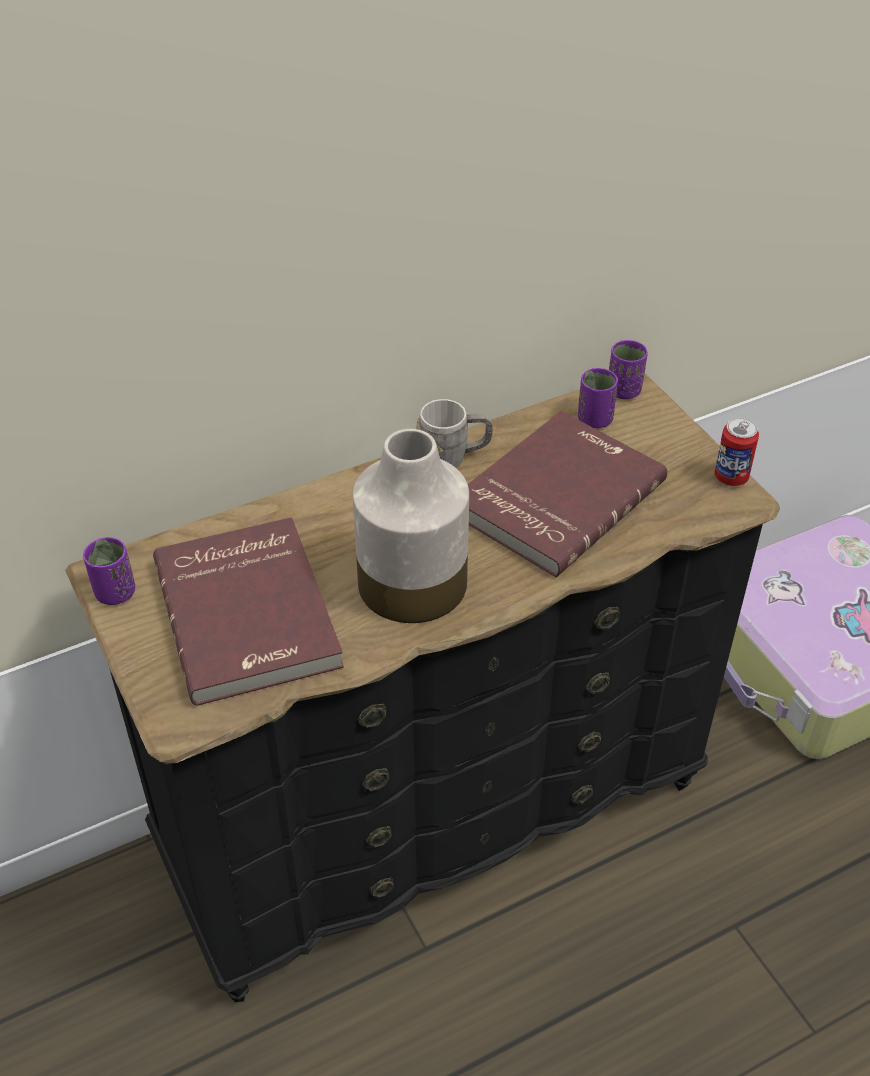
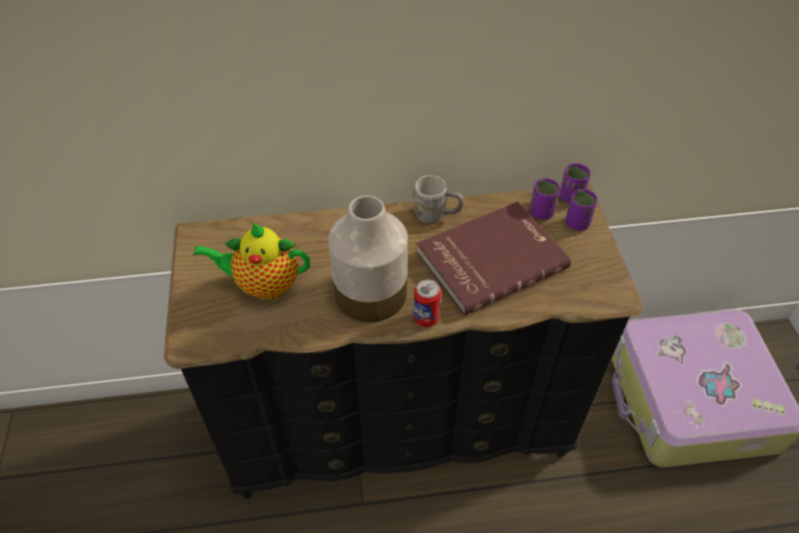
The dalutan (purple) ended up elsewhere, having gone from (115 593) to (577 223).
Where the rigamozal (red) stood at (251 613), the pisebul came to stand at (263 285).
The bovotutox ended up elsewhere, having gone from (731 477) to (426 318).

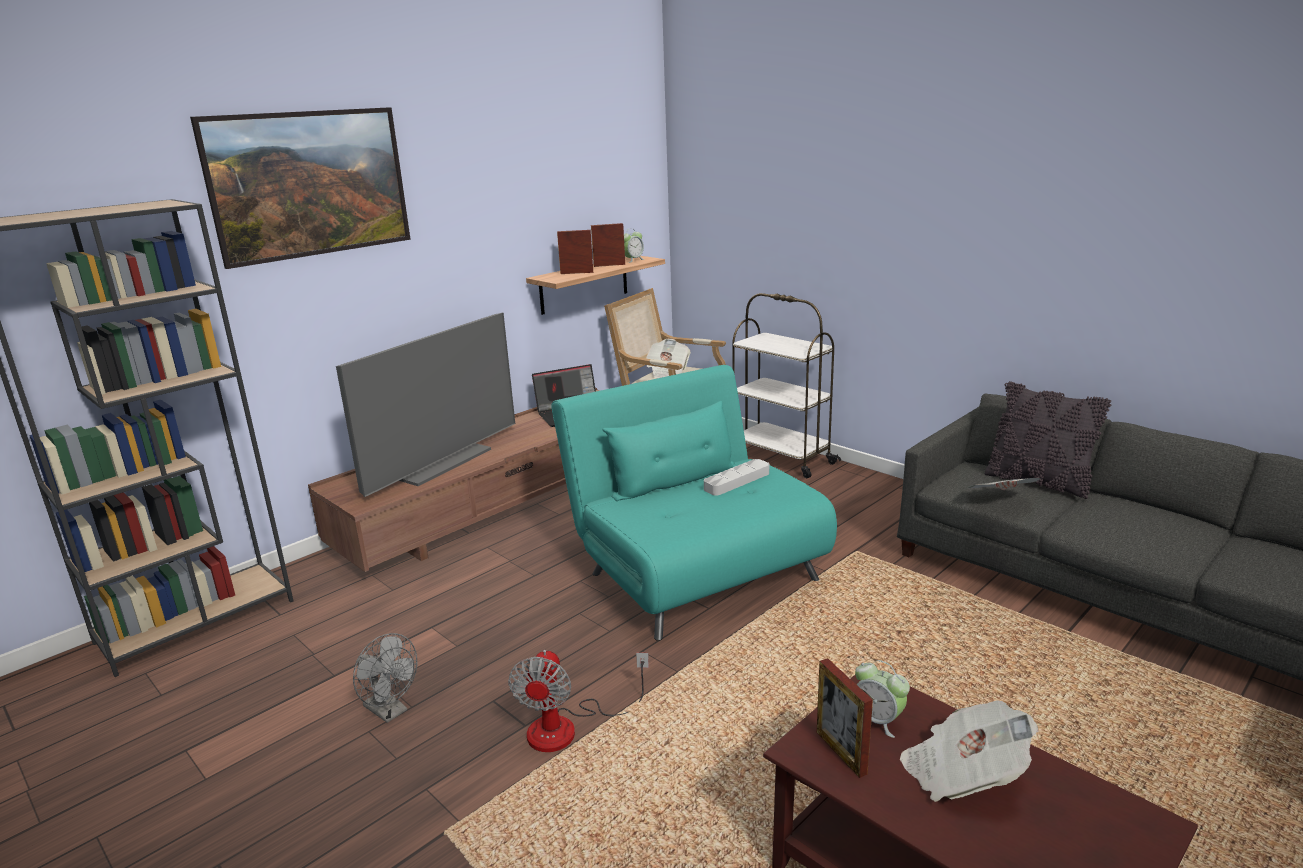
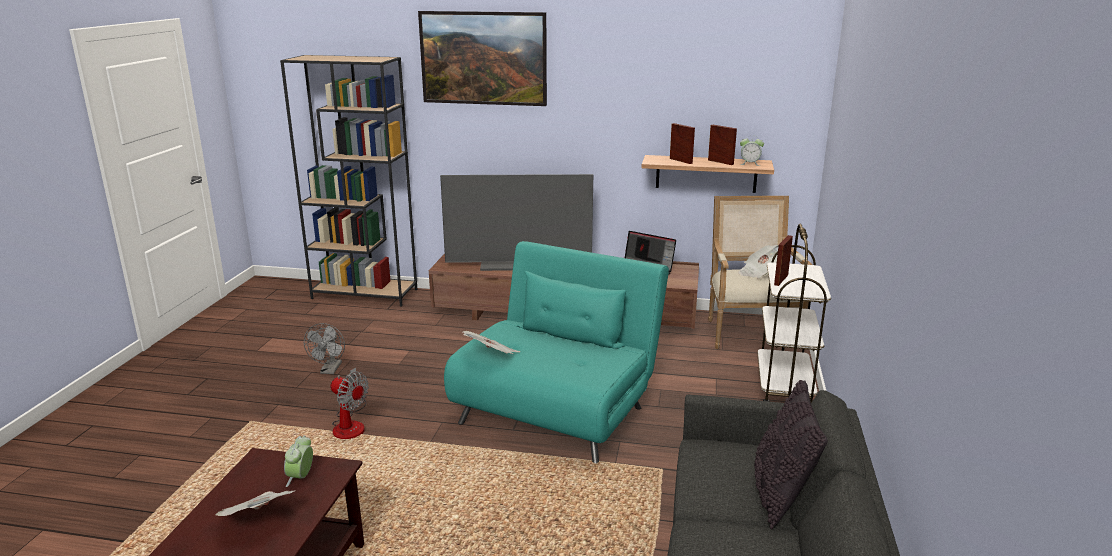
The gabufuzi at (568 727) ended up facing another way, 120 degrees counterclockwise from before.
The second view lost the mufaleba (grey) at (737 481).
The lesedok ended up elsewhere, having gone from (841 752) to (781 280).
The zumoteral ended up elsewhere, having gone from (1000 500) to (492 356).

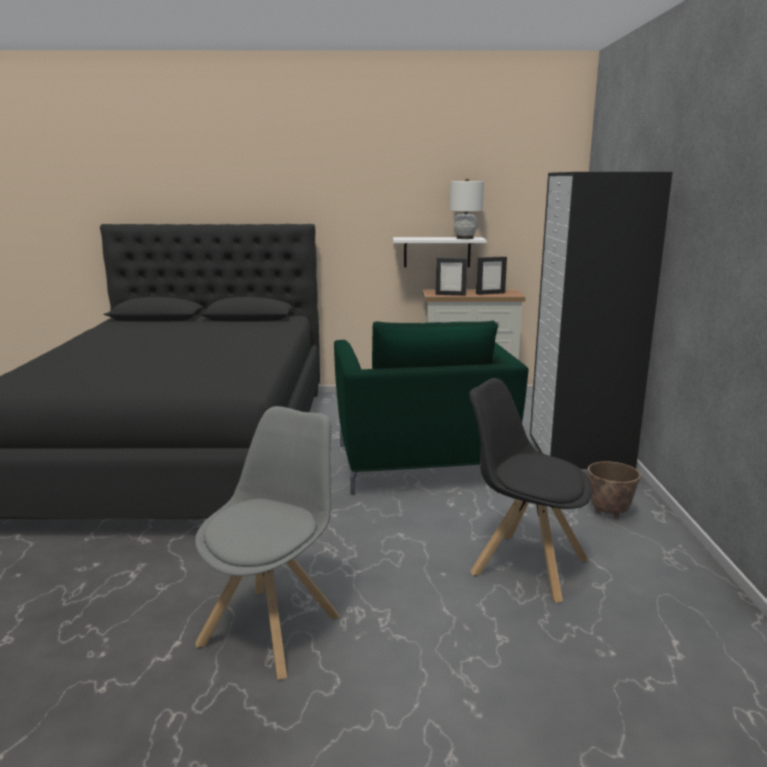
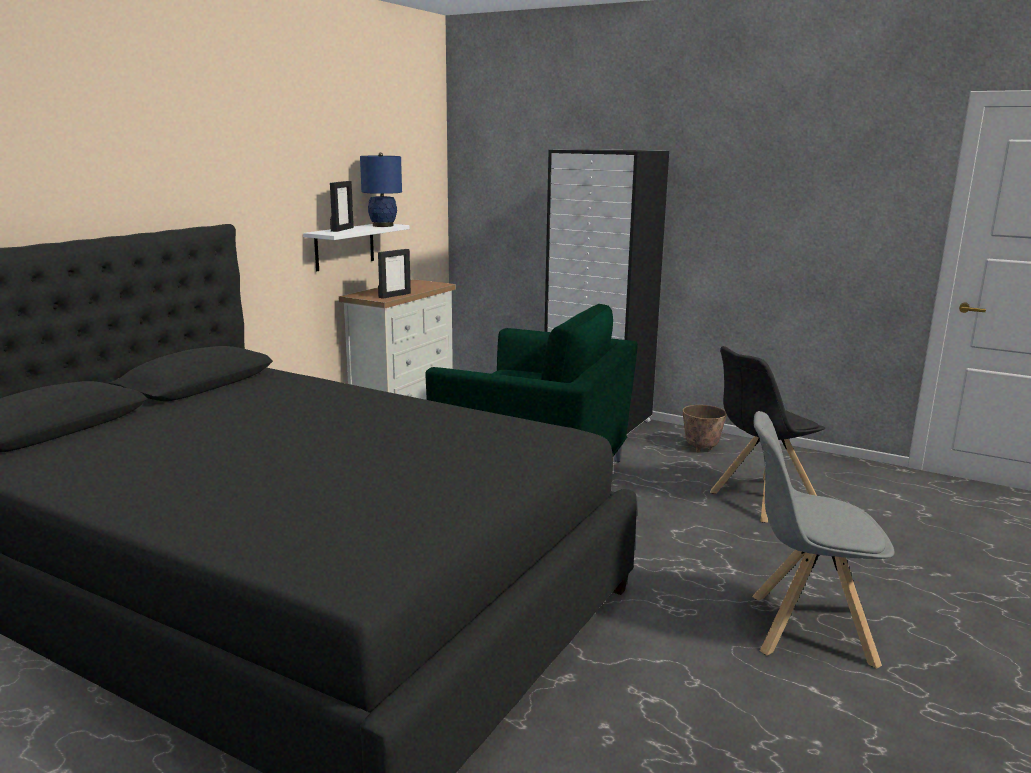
The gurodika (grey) at (273 626) ended up facing another way, 45 degrees counterclockwise from before.
What was the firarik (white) at (465 238) turned into the firarik (blue) at (383 225).
The lesedok ended up elsewhere, having gone from (490 293) to (342 229).

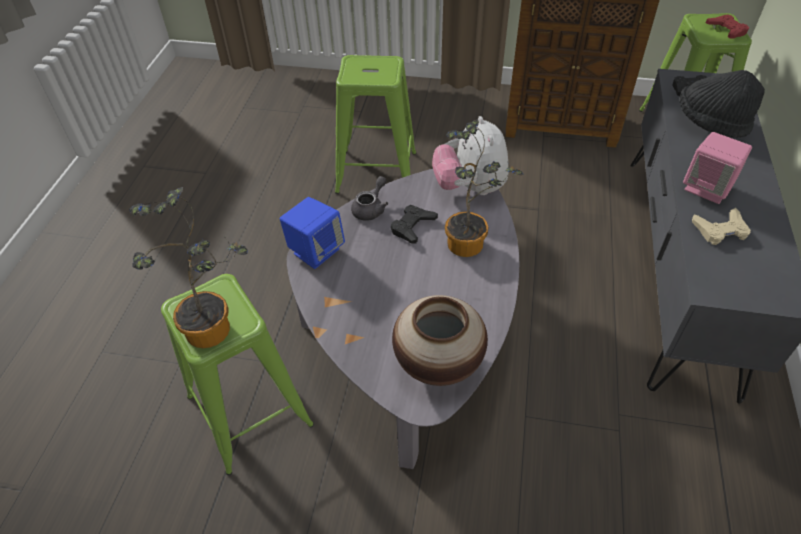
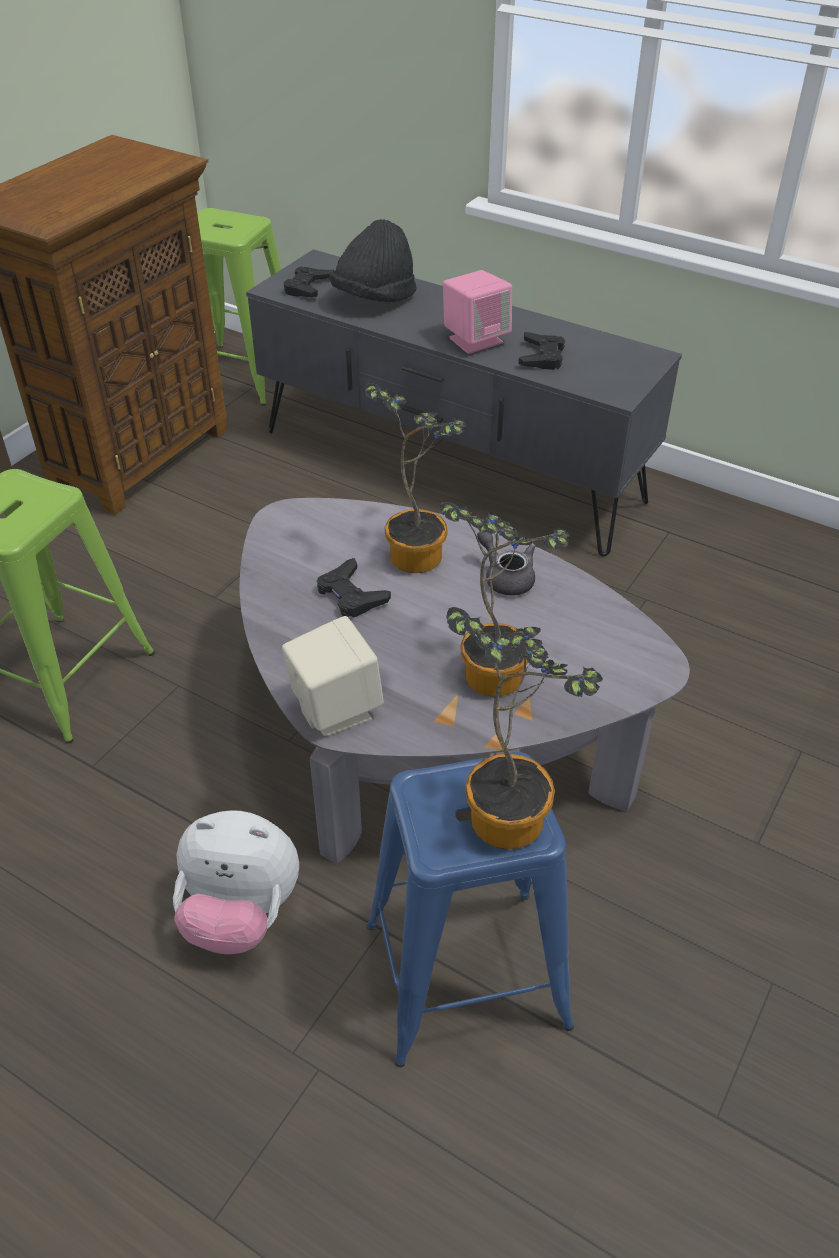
What was the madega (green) at (249 409) turned into the madega (blue) at (464 974).
What was the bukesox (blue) at (316 251) turned into the bukesox (beige) at (335 709).
The pisebul (grey) ended up elsewhere, having gone from (371 208) to (506 577).
The second view lost the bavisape at (438 363).
The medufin ended up elsewhere, having gone from (470 187) to (240 914).
What was the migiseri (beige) at (720 230) turned into the migiseri (black) at (541 356).
The second view lost the migiseri (red) at (726 30).
The second view gained the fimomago at (493 669).

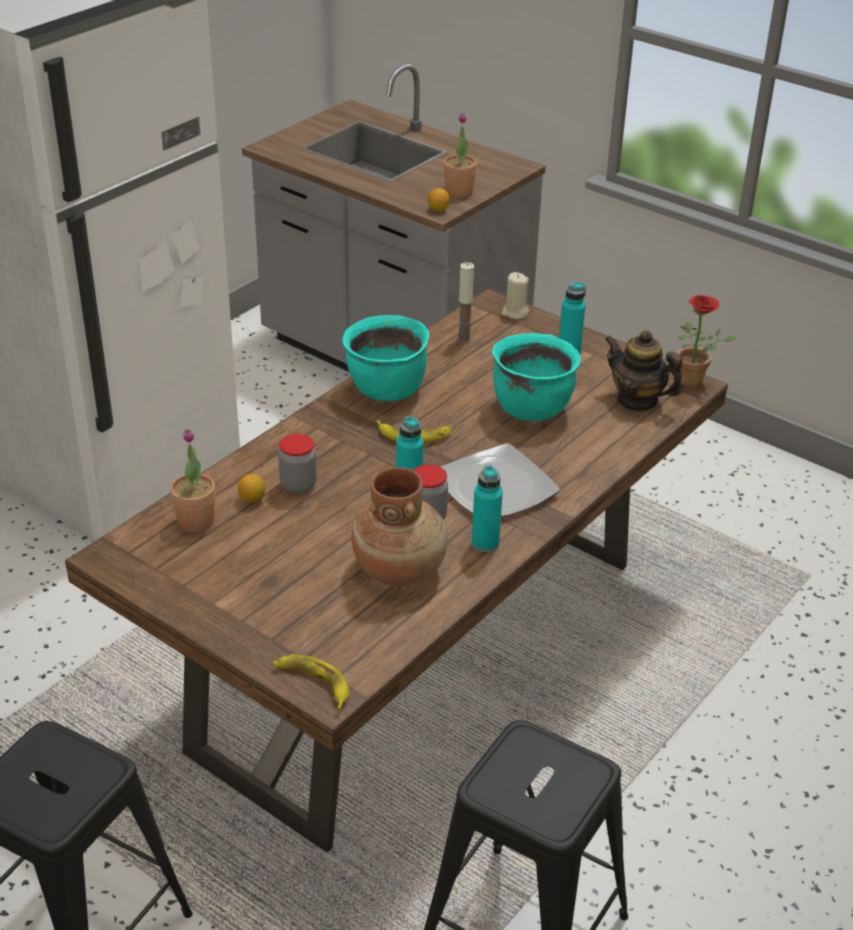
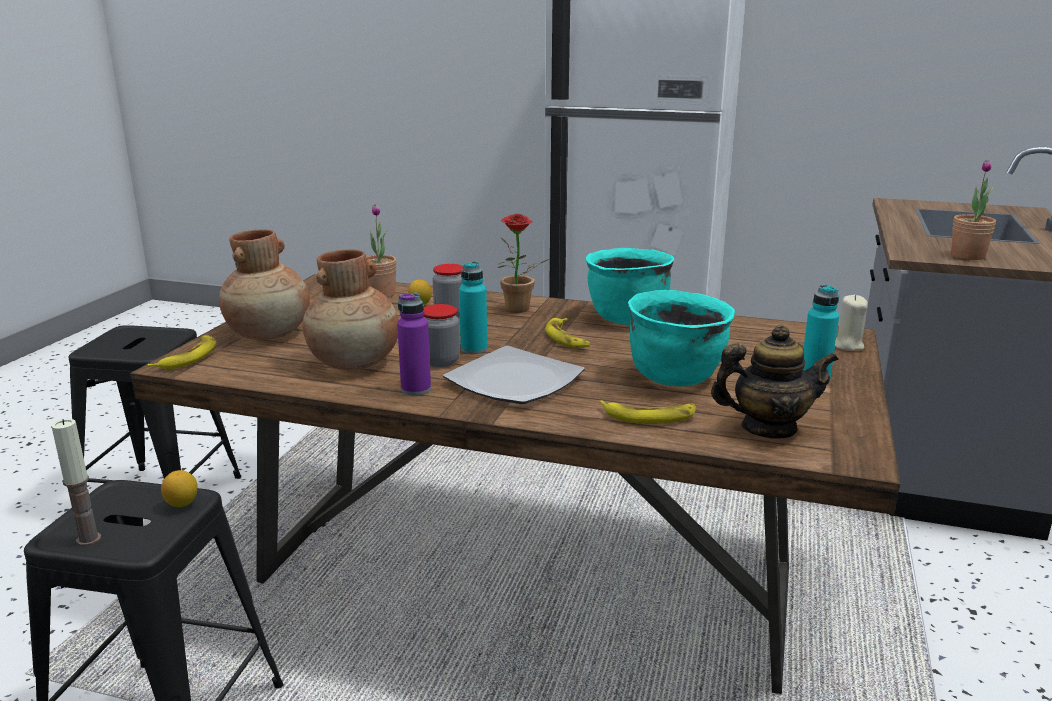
The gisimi ended up elsewhere, having gone from (438 210) to (182 503).
The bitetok ended up elsewhere, having gone from (464 339) to (88 539).
What was the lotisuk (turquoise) at (485 543) turned into the lotisuk (purple) at (416 389).
The pisebul at (637 400) ended up facing another way, 75 degrees clockwise from before.
The fimomago ended up elsewhere, having gone from (695 381) to (518 310).
The second view gained the bavisape (brown) at (270 334).
The second view gained the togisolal at (649 416).

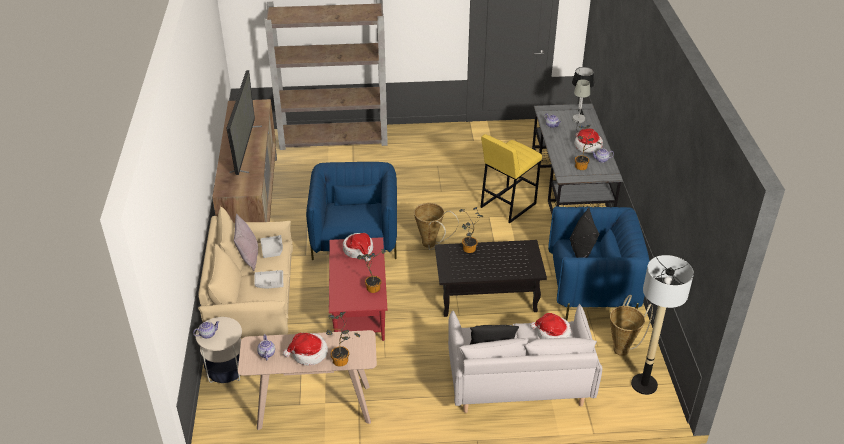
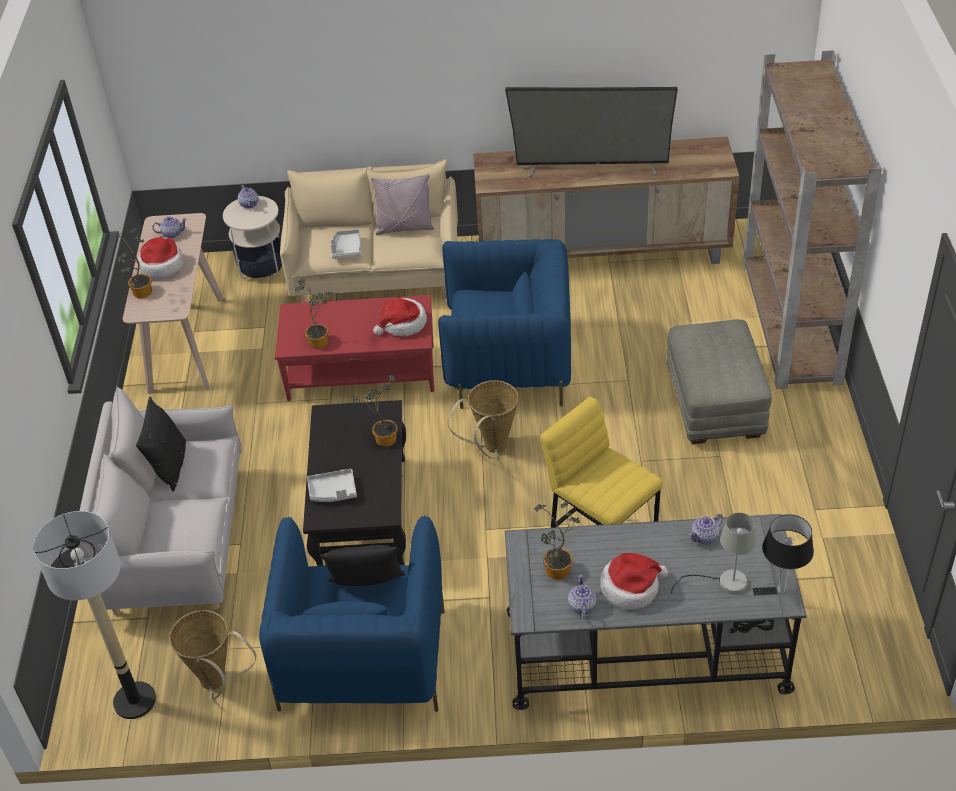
The mufaleba (grey) ended up elsewhere, having gone from (272 249) to (333 491).
The second view lost the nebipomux at (552 334).
The second view gained the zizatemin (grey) at (715 404).

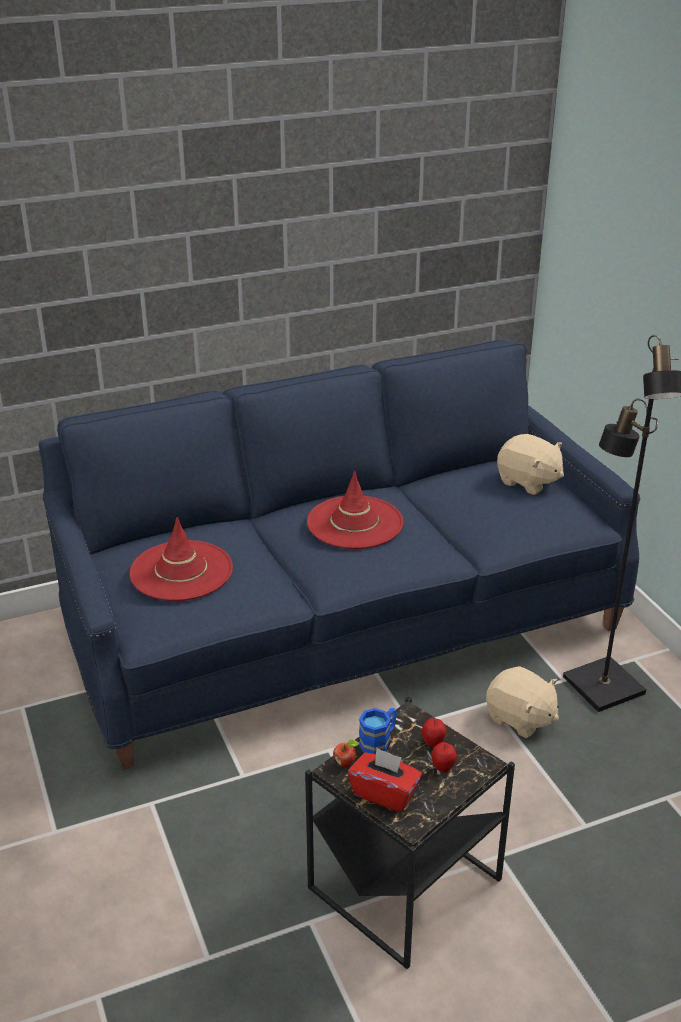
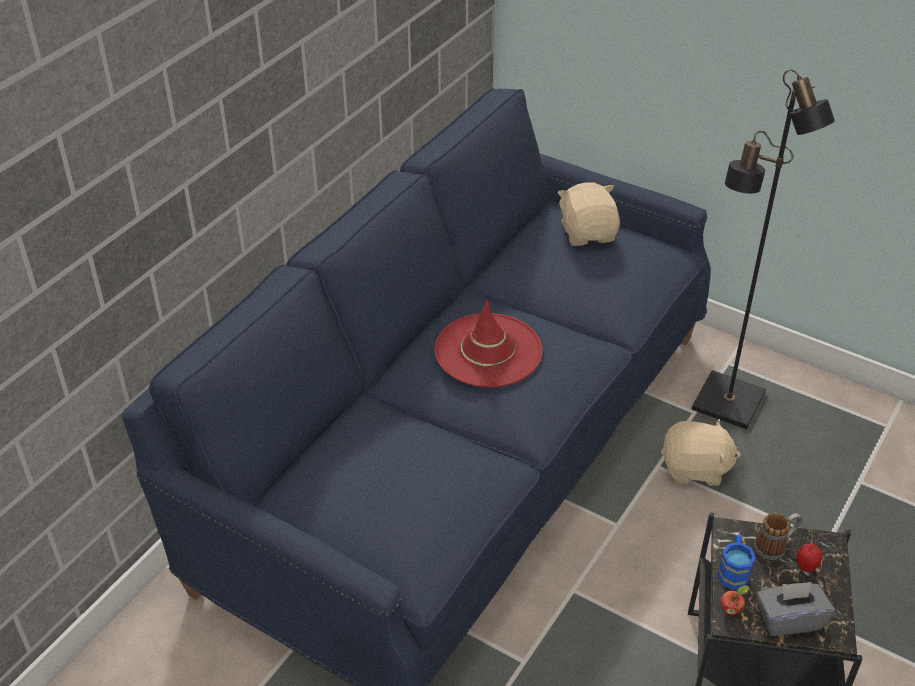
The second view lost the nebipomux (red) at (181 571).
What was the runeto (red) at (384 793) turned into the runeto (grey) at (789 619).
Where the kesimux stood at (433 743), the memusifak came to stand at (775 547).
The medufin (beige) at (528 482) ended up facing another way, 105 degrees counterclockwise from before.

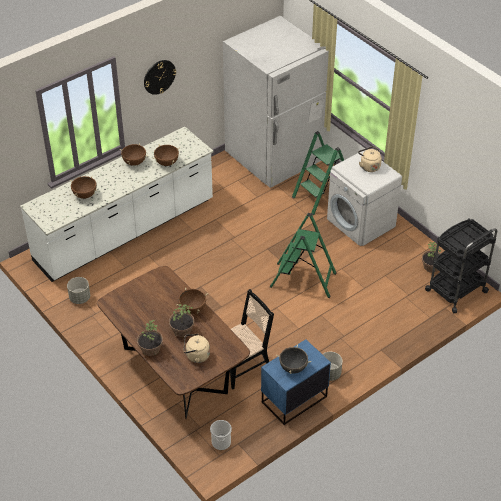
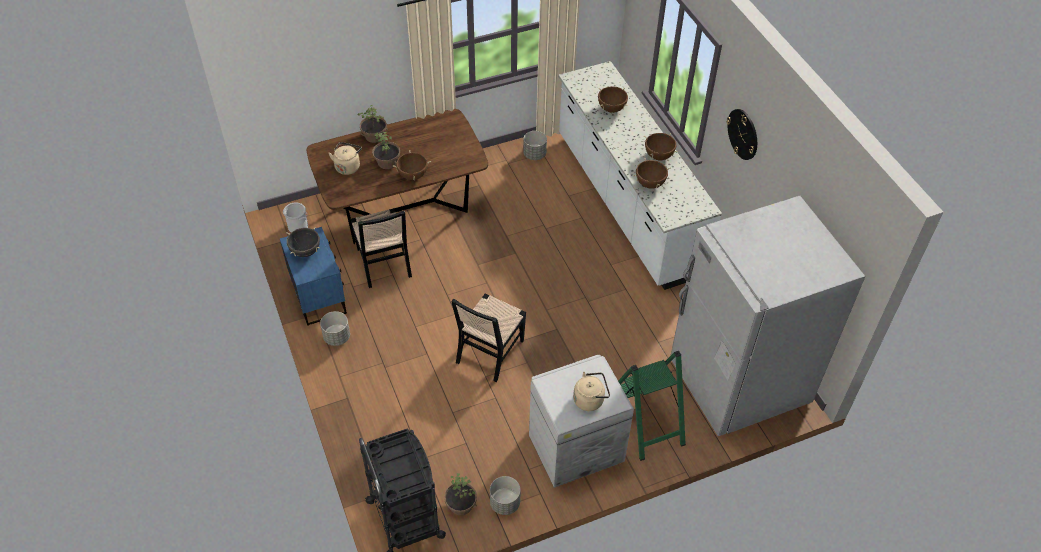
Where the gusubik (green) stood at (304 280), the gurodika came to stand at (490 352).
The second view gained the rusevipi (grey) at (505 503).

